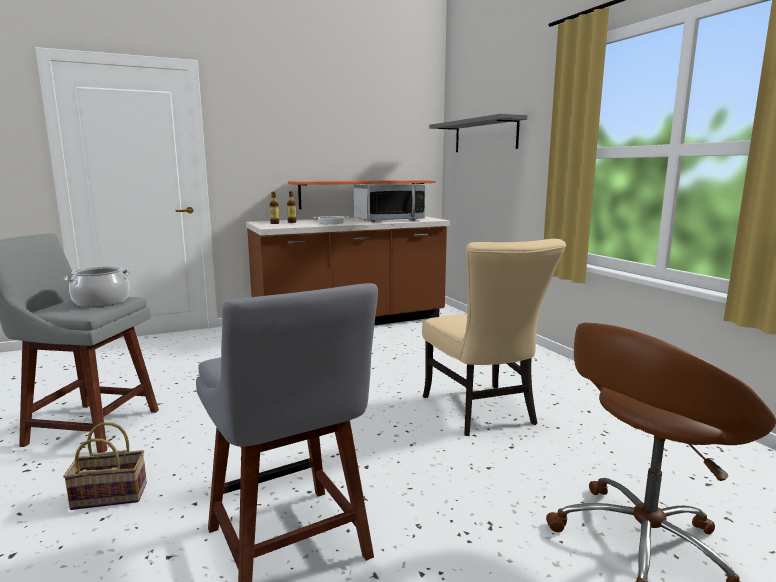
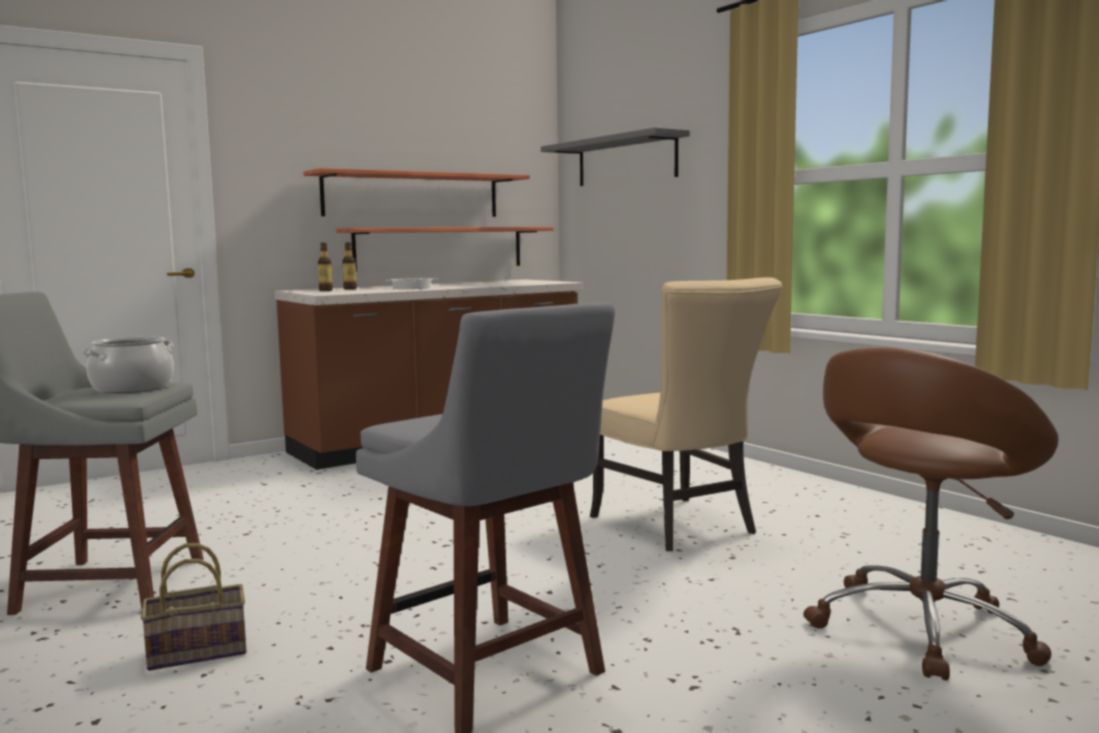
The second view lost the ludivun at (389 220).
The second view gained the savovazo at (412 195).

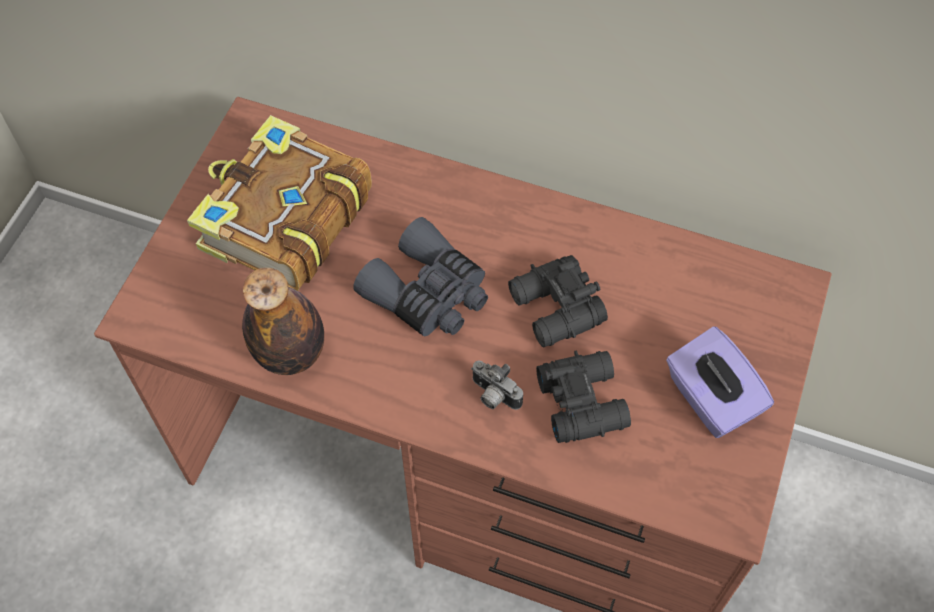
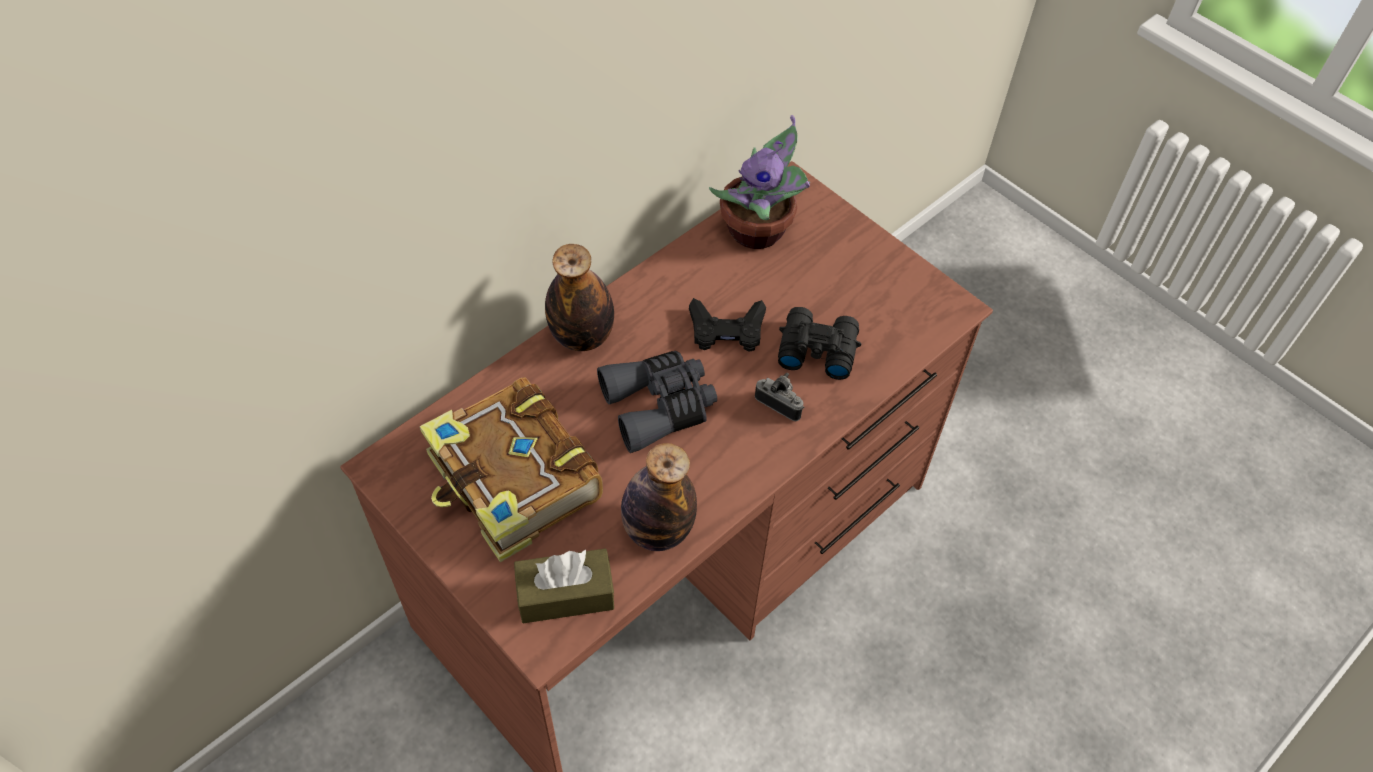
The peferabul at (493 396) ended up facing another way, 120 degrees counterclockwise from before.
Where the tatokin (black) stood at (555 310), the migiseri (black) came to stand at (726 330).
The second view lost the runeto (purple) at (710 399).
The second view gained the runeto (brown) at (565 594).
The second view gained the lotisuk at (582 336).
The second view gained the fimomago at (759 232).

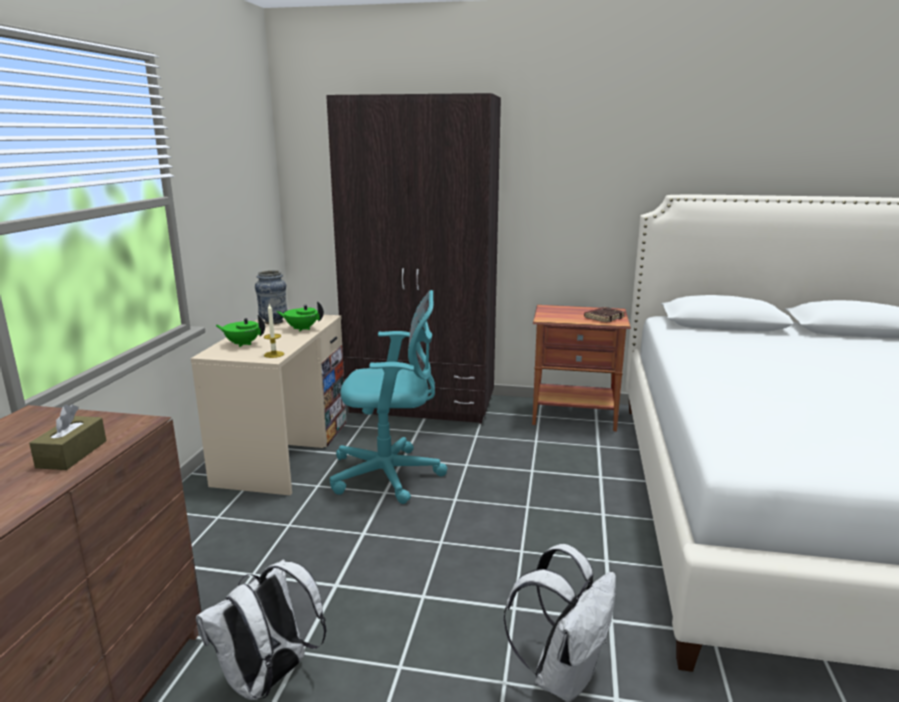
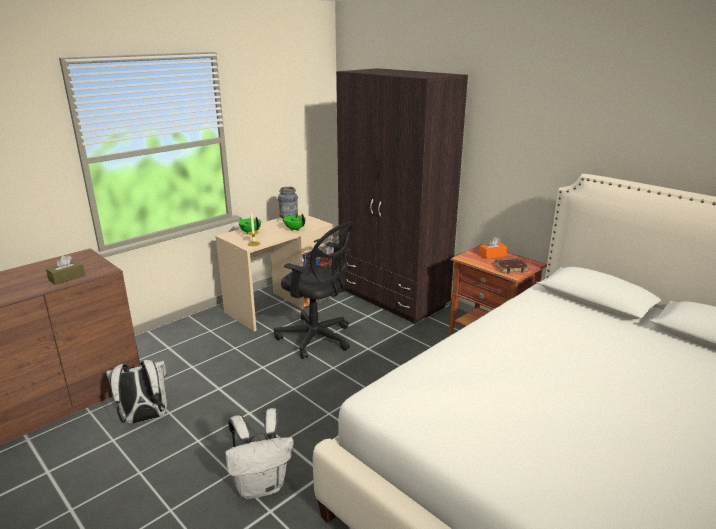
What was the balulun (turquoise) at (391 475) turned into the balulun (black) at (317 339).
The second view gained the runeto (orange) at (492 255).

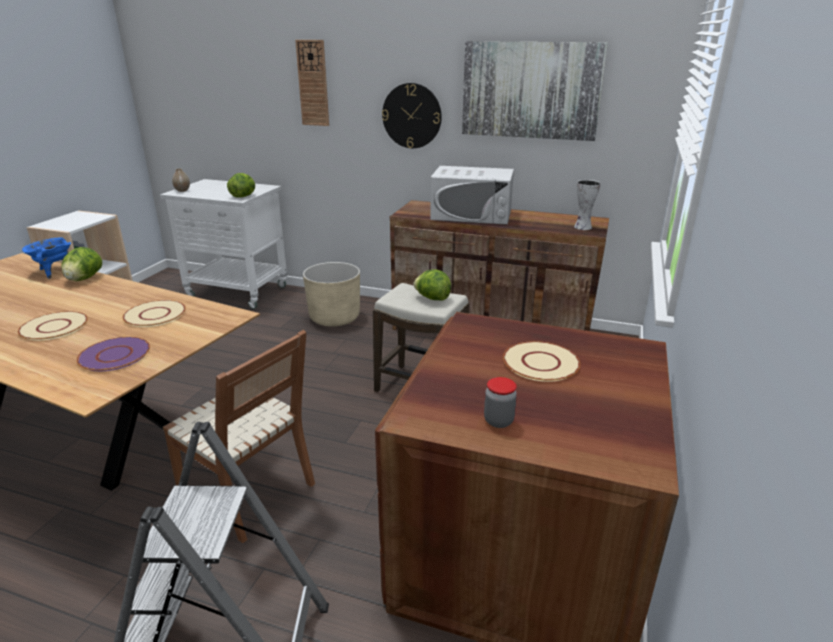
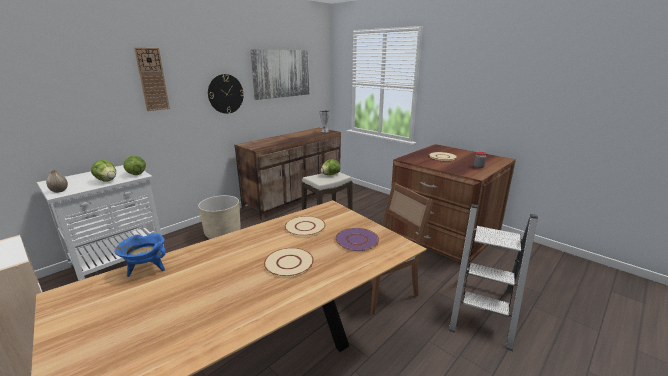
The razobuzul ended up elsewhere, having gone from (84 279) to (107 180).
The second view lost the ludivun (white) at (471 215).

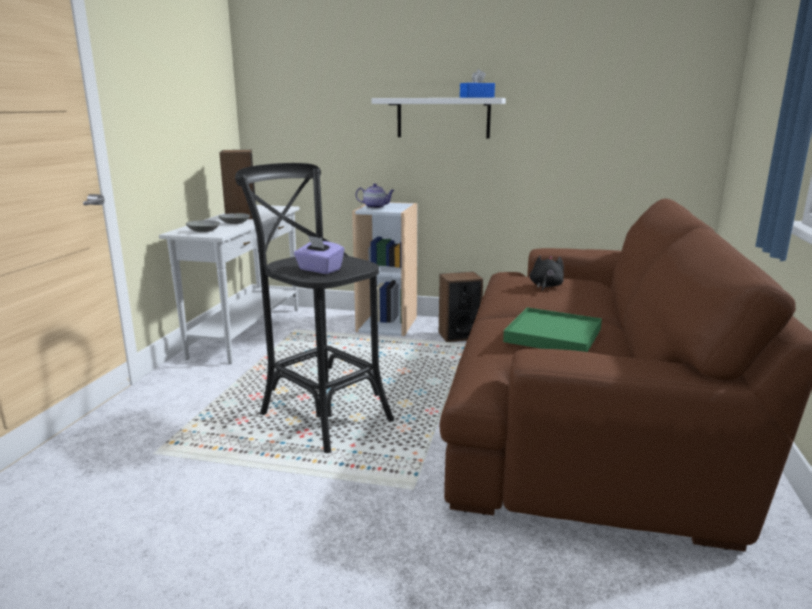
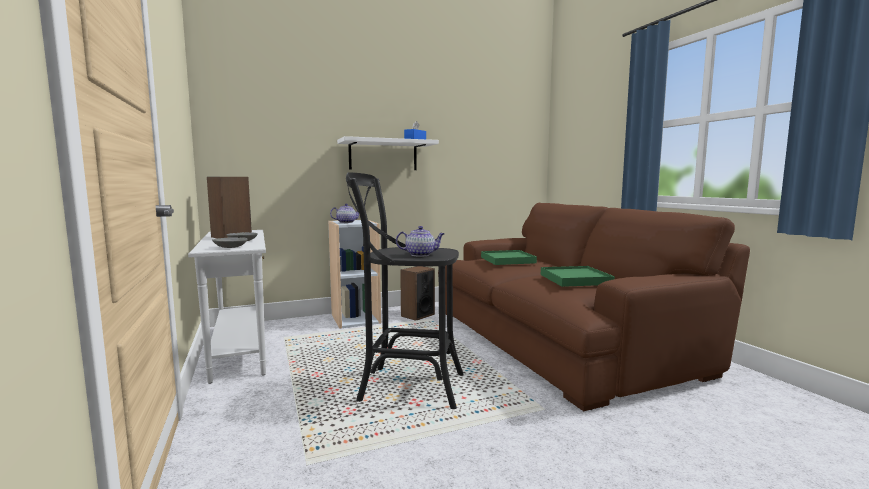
Where the runeto (purple) stood at (319 270), the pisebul came to stand at (421 254).
Where the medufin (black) stood at (545 286), the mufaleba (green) came to stand at (507 260).

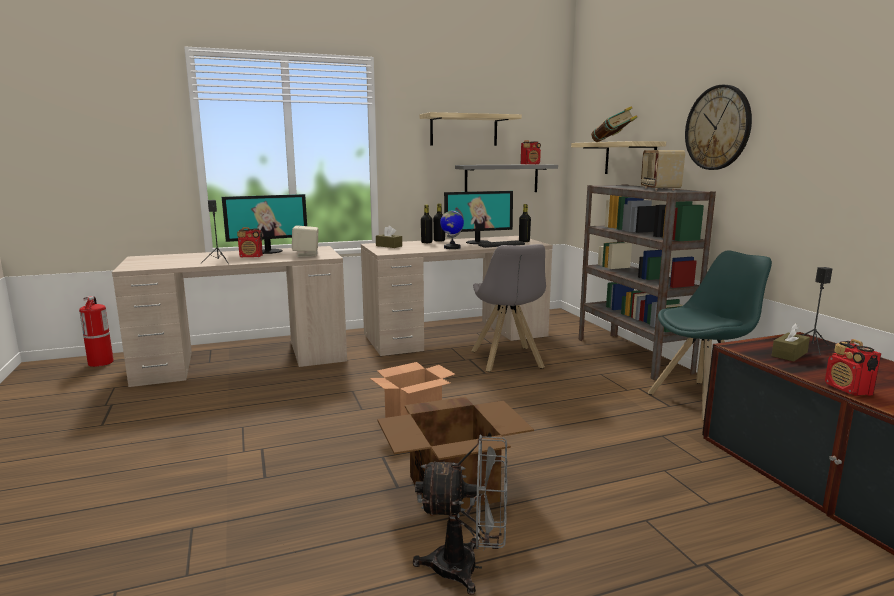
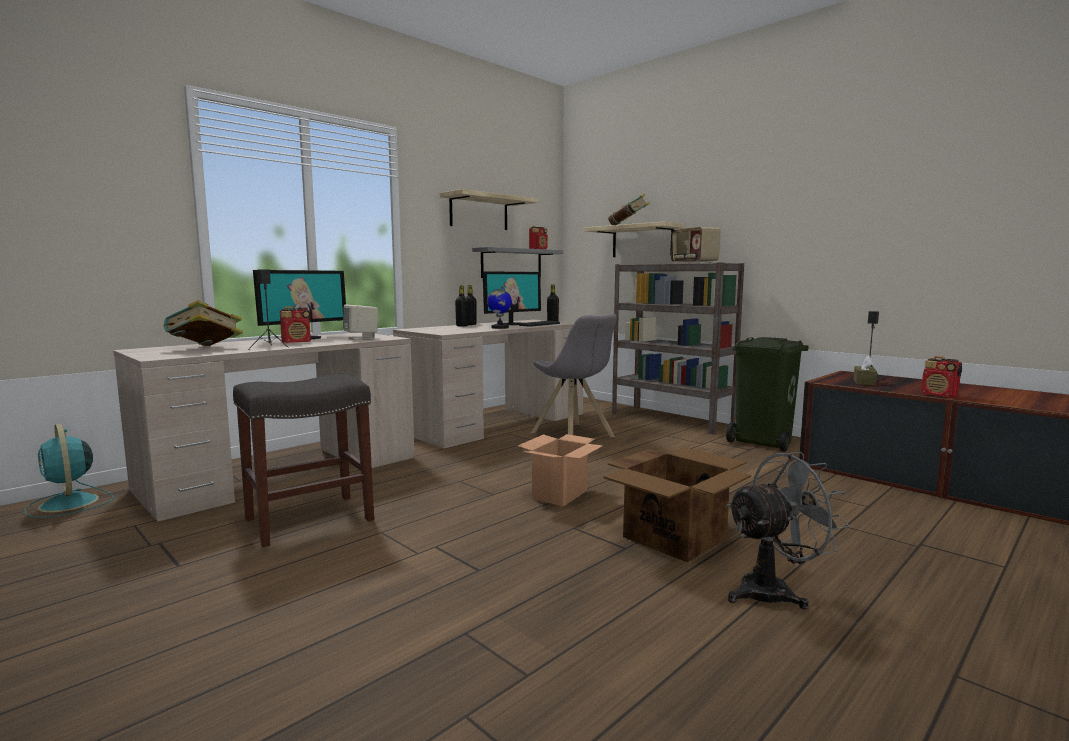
Where the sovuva stood at (100 363), the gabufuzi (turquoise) came to stand at (69 504).
The second view lost the runeto (brown) at (389 246).
Where the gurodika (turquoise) stood at (701 399), the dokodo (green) came to stand at (764 442).
The second view lost the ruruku at (718 128).
The second view gained the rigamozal at (205 348).
The second view gained the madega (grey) at (308 520).

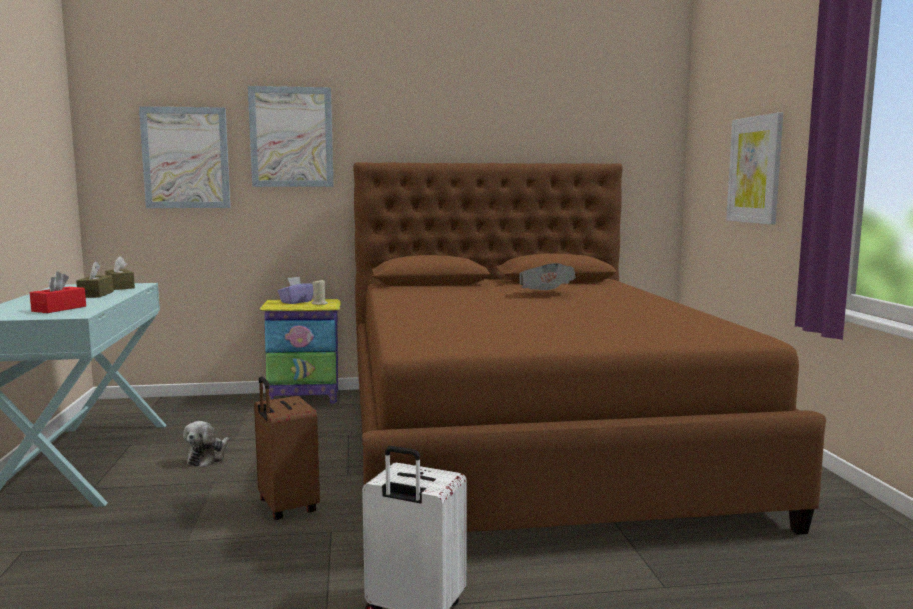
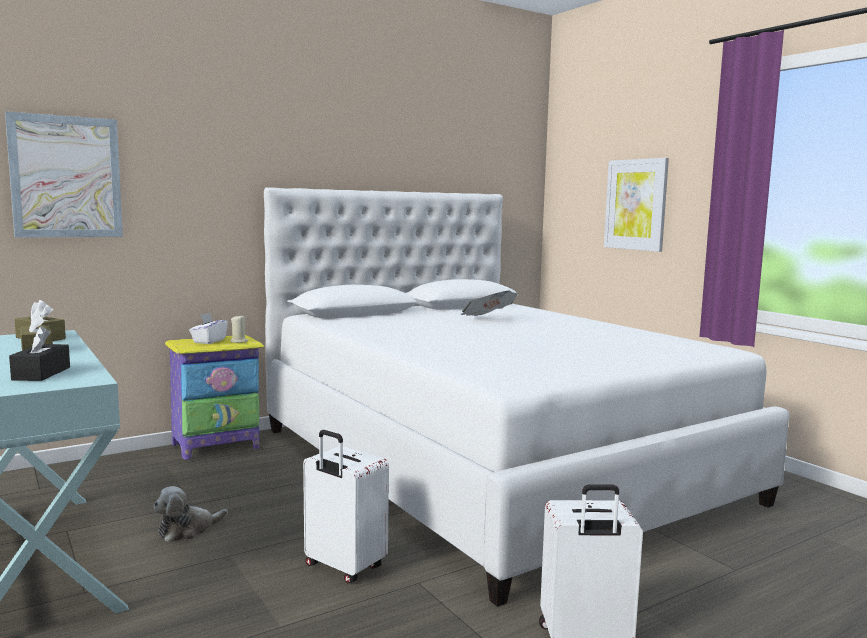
What was the runeto (red) at (59 309) turned into the runeto (black) at (41 373).
The medufin at (208 458) ended up facing another way, 60 degrees clockwise from before.
The second view lost the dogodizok at (291 137).
What was the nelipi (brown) at (286 507) turned into the nelipi (white) at (343 567).
What was the runeto (purple) at (296 302) turned into the runeto (white) at (209 341).
What was the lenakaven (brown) at (528 443) turned into the lenakaven (white) at (491 463).

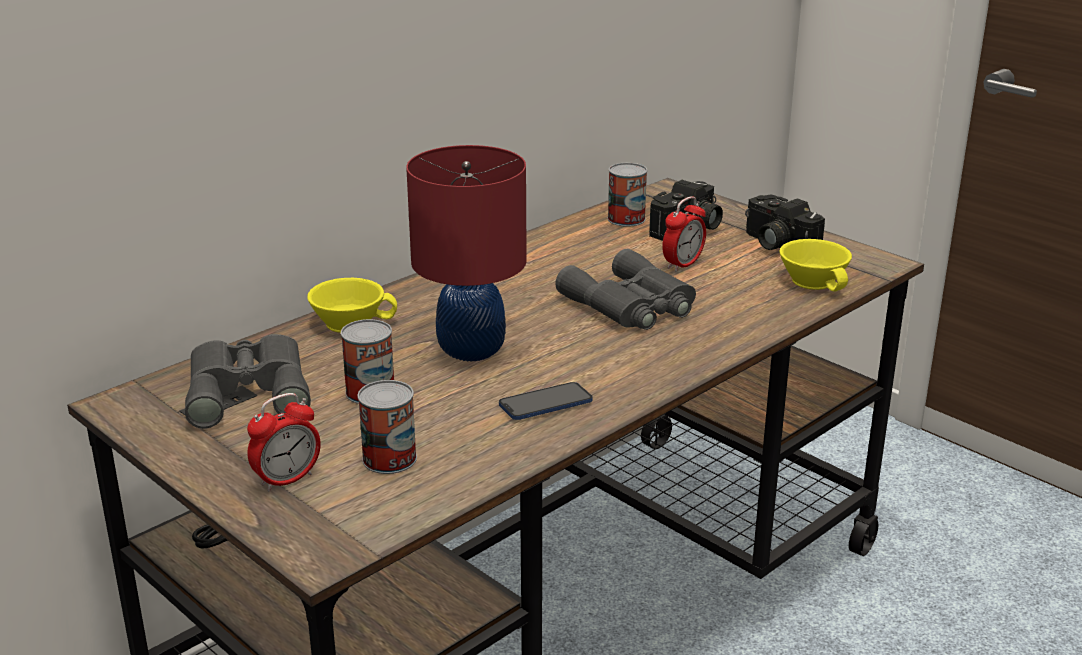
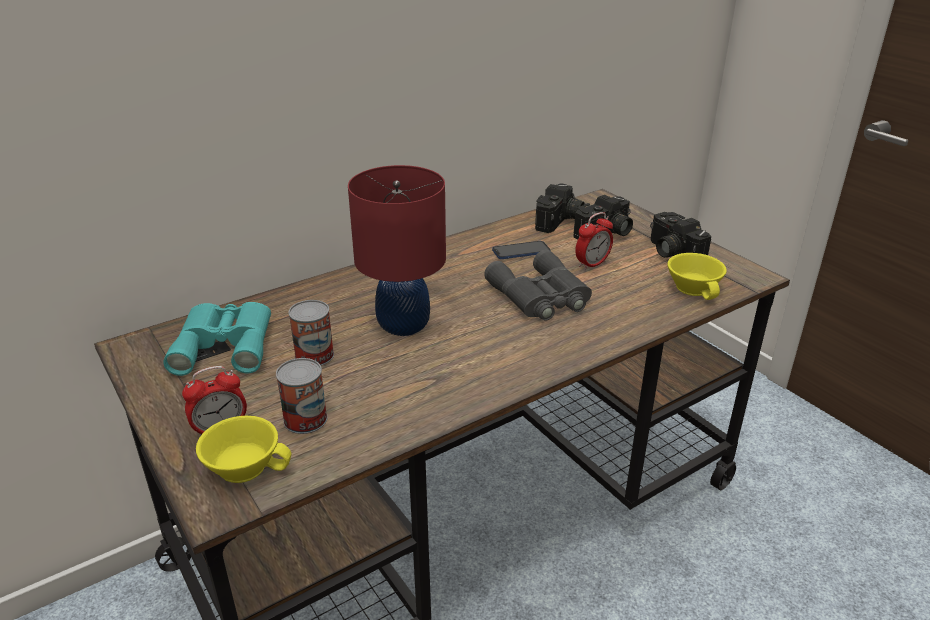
What was the tatokin (grey) at (248 389) turned into the tatokin (turquoise) at (226 343).
The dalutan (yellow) ended up elsewhere, having gone from (351 321) to (246 464).
The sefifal ended up elsewhere, having gone from (545 403) to (521 252).
Where the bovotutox stood at (626 219), the peferabul came to stand at (560 221).

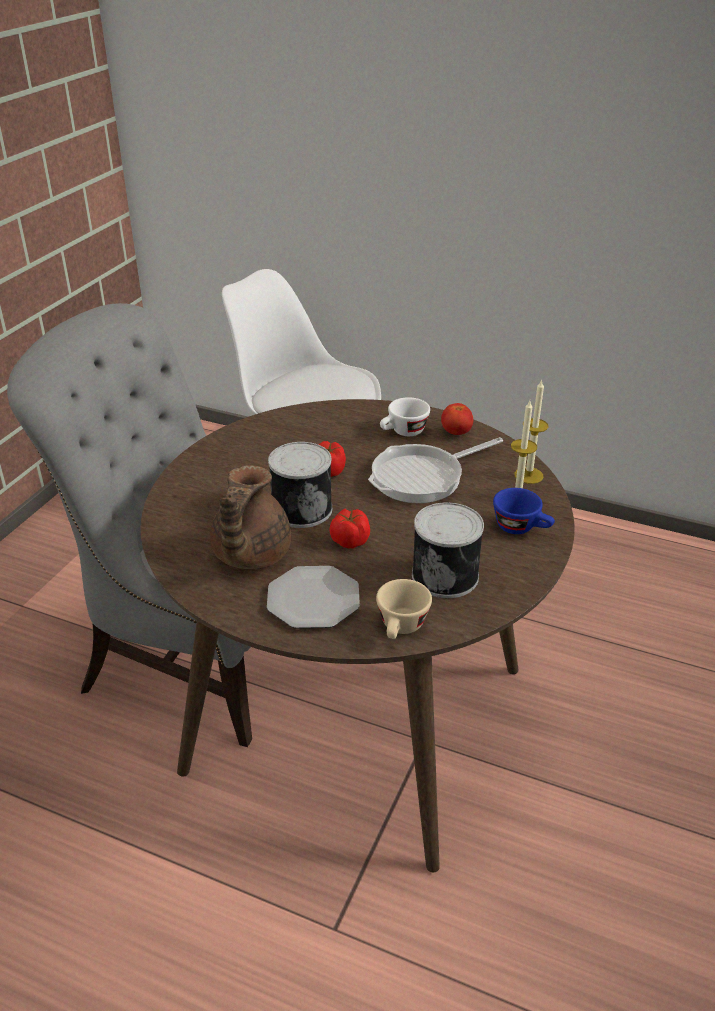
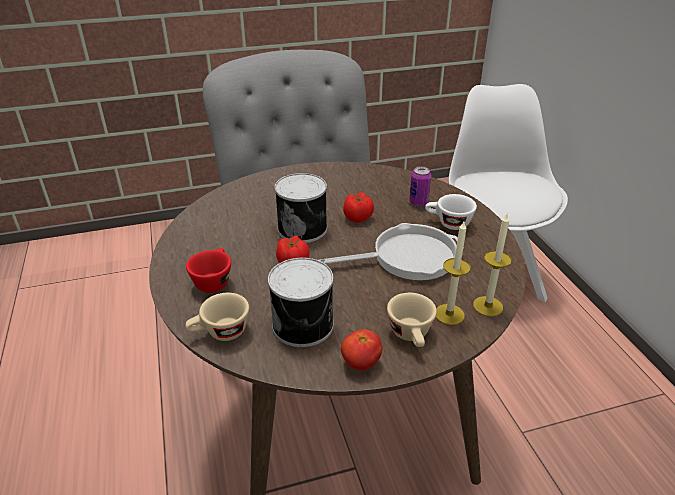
The second view lost the pisebul (brown) at (249 555).
Where the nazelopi stood at (314 600), the dalutan (red) came to stand at (213 280).
The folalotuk at (423 477) ended up facing another way, 150 degrees clockwise from before.
The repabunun ended up elsewhere, having gone from (456 433) to (360 363).
What was the dalutan (blue) at (521 528) turned into the dalutan (beige) at (412 336).
The second view gained the bovotutox at (418 202).

